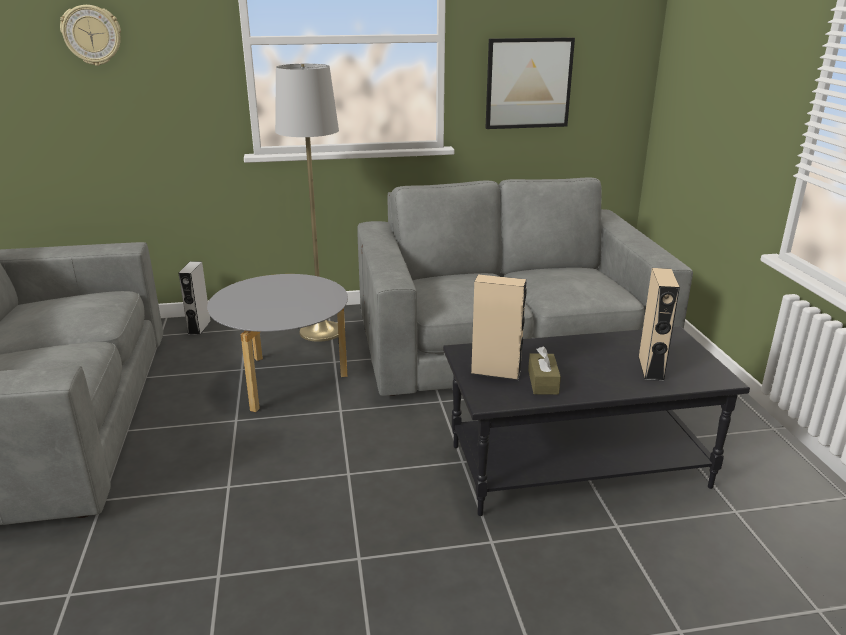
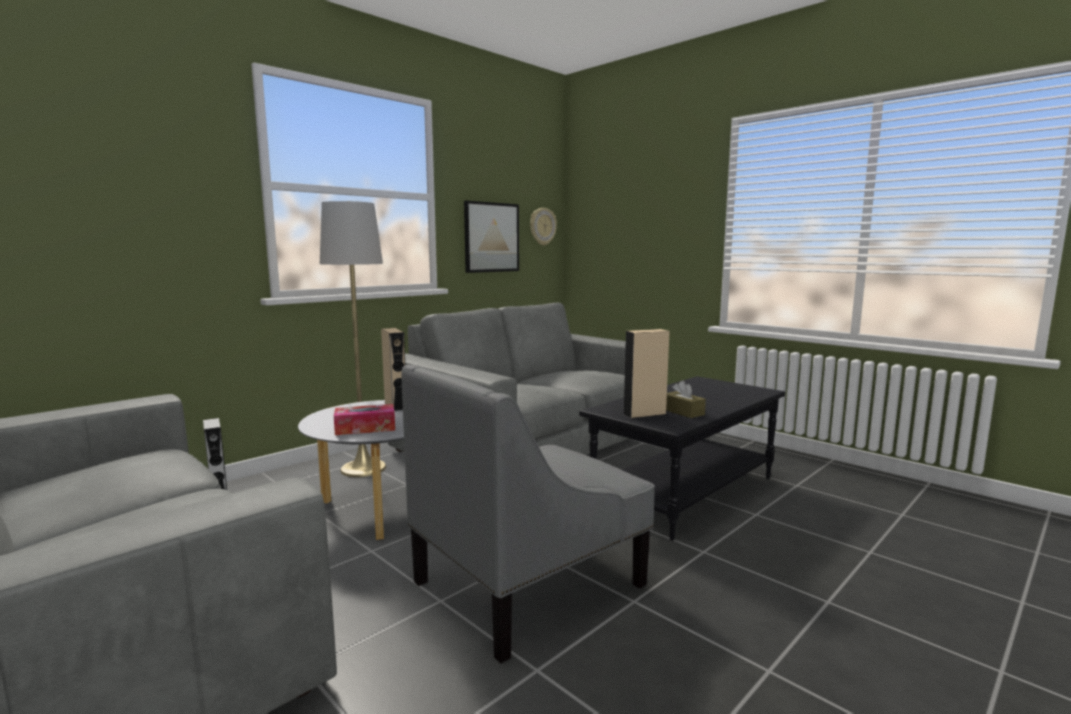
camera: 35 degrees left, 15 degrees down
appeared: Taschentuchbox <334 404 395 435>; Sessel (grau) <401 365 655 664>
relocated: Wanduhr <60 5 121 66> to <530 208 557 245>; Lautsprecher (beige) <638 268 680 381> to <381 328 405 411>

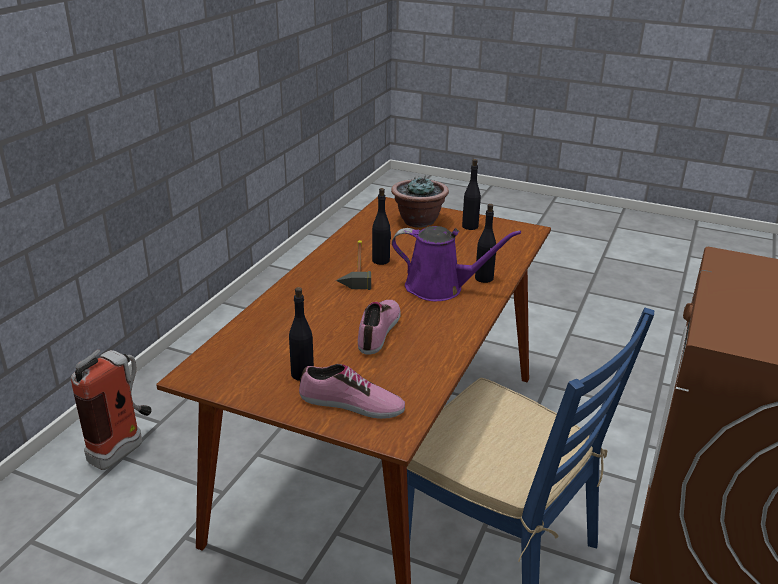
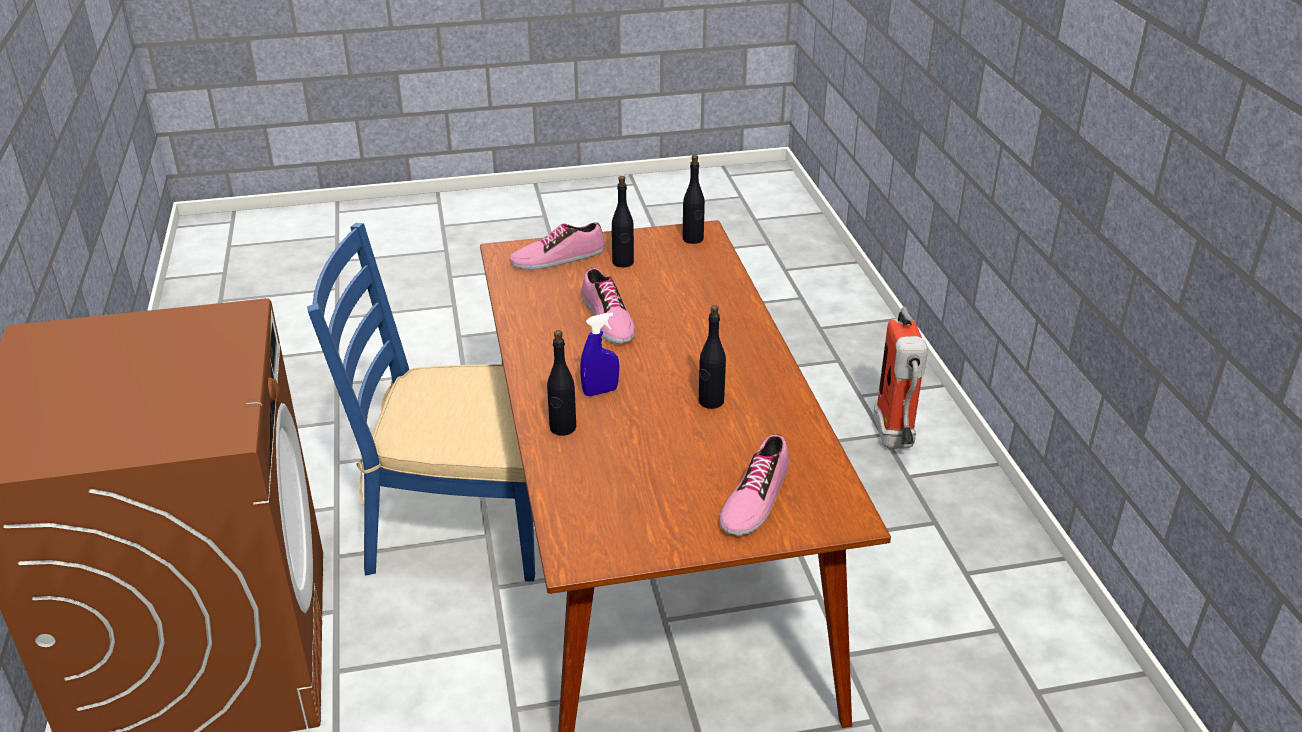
camera: 145 degrees right, 5 degrees up
missing: Hammer <336 240 371 290>
relocated: Flasche (schwarz) <462 159 481 230> to <683 155 705 244>
exchanged: Topfpflanze <391 176 449 228> to Schuh <719 434 789 536>; Gießkanne (lila) <392 226 521 301> to Sprühflasche (blau) <580 312 619 396>

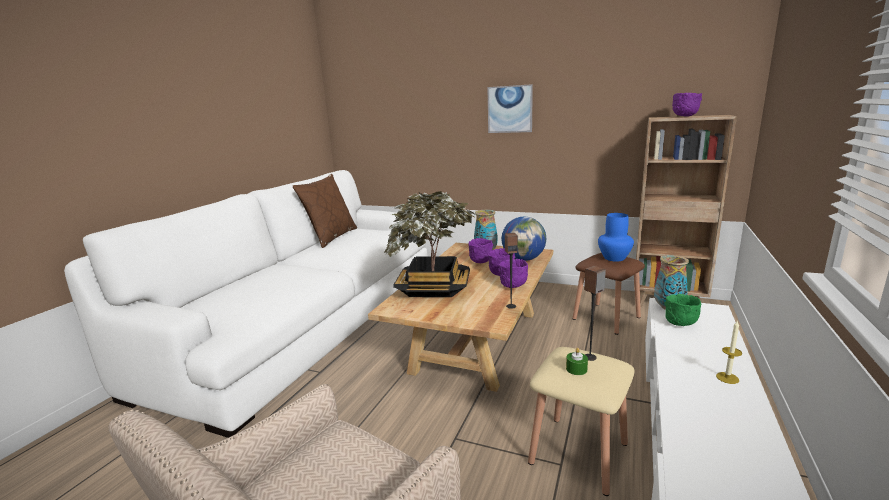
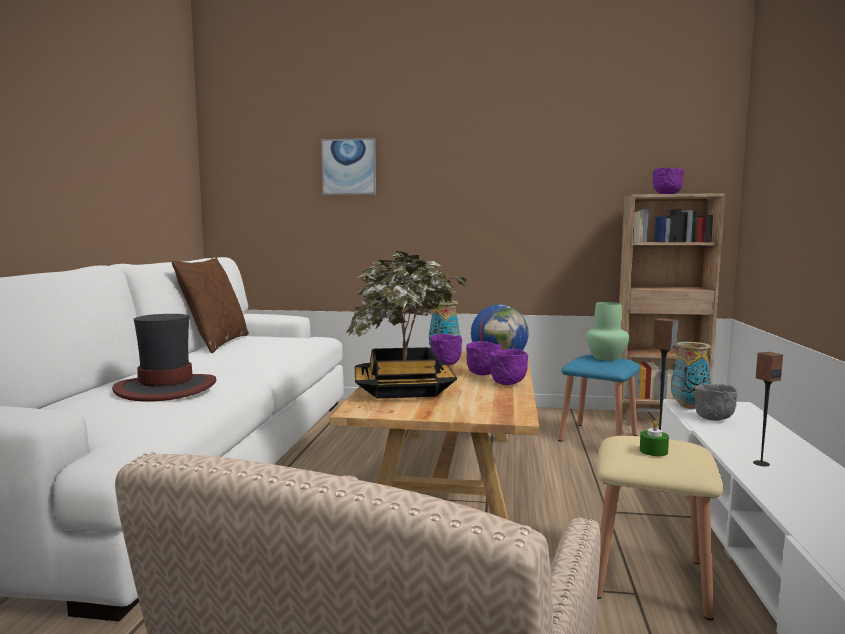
camera: 15 degrees left, 10 degrees down
missing: Kerze <716 320 742 384>
appeared: Hut <112 314 216 402>
relocated: Bild <487 84 533 133> to <321 138 376 195>; Lautsprecher <505 233 518 309> to <753 352 783 467>
colour: Hocker (braun) <573 253 645 335> to Hocker (blau) <558 355 640 442>; Vase (blau) <598 213 634 262> to Vase (grün) <586 302 629 361>; Schüssel (grün) <664 294 701 326> to Schüssel (grau) <693 383 737 421>

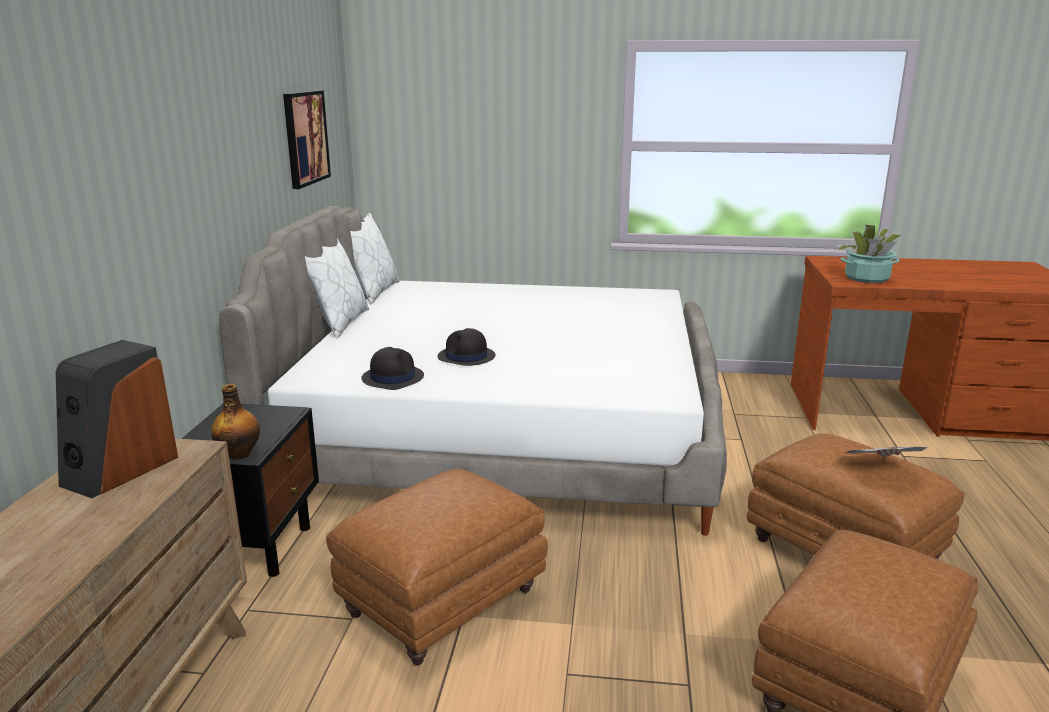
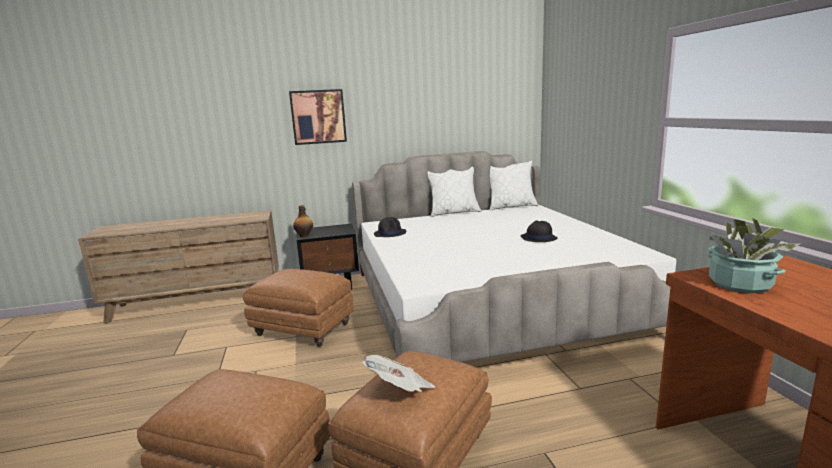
camera: 70 degrees right, 5 degrees down
missing: Lautsprecher <56 340 178 498>
relocated: Bild <283 90 331 189> to <289 89 347 145>; Hut (schwarz) <437 328 495 366> to <521 220 558 242>

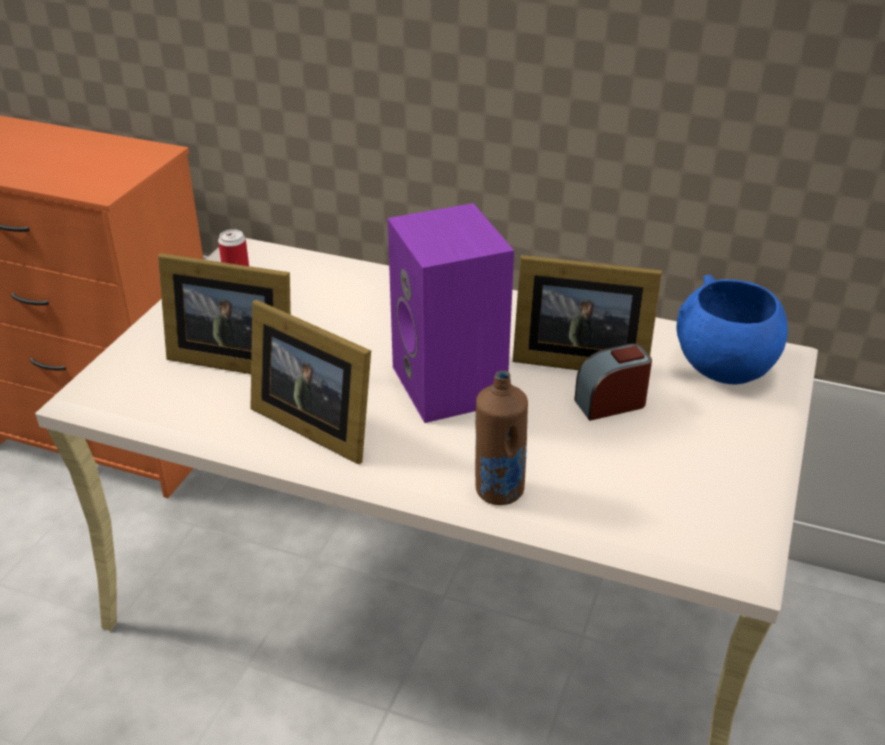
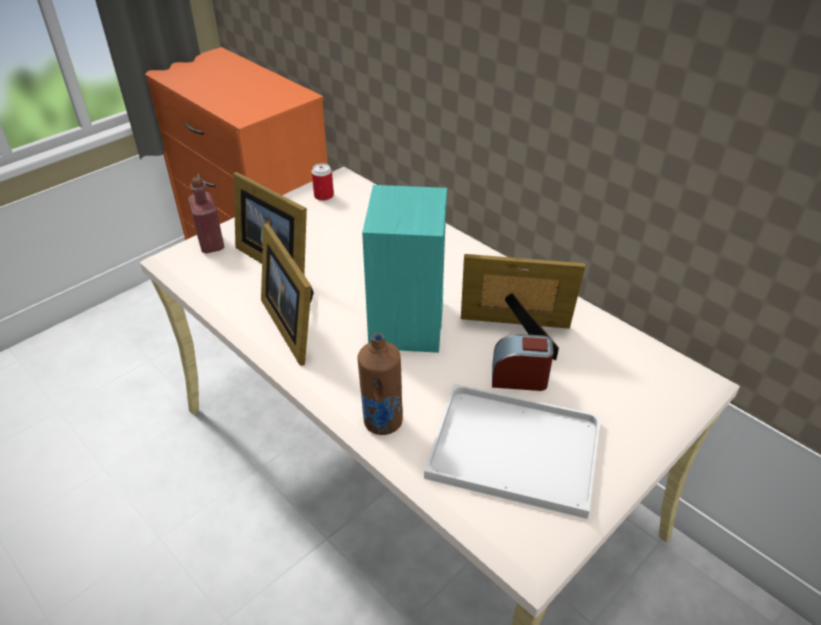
camera: 25 degrees right, 5 degrees up
missing: Schüssel (blau) <677 275 788 385>
appeared: Flasche (rot) <188 177 224 253>; Tablett (weiß) <424 384 601 519>
colour: Lautsprecher (lila) <388 203 514 423> to Lautsprecher (türkis) <362 185 447 353>
spun: Bilderrahmen <513 255 662 370> = <461 254 585 360> 150 degrees clockwise

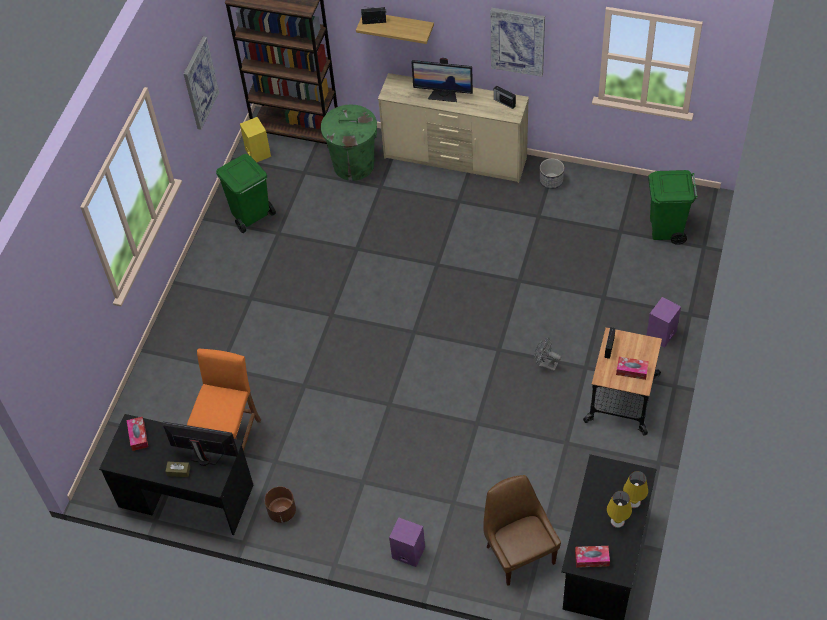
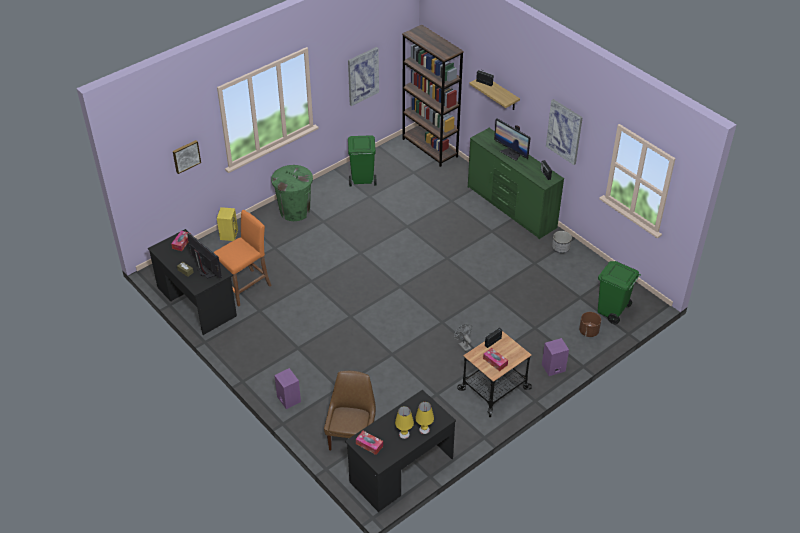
camera: 30 degrees right, 10 degrees down
appeared: Bild <173 140 201 174>
relocated: Lautsprecher (gelb) <240 117 271 162> to <217 207 238 241>; Pflanzkübel (braun) <265 486 296 523> to <579 312 601 337>; Mülleimer (grün) <321 104 377 181> to <271 165 313 221>
colour: Kommode (beige) <378 73 529 183> to Kommode (grün) <468 128 564 239>

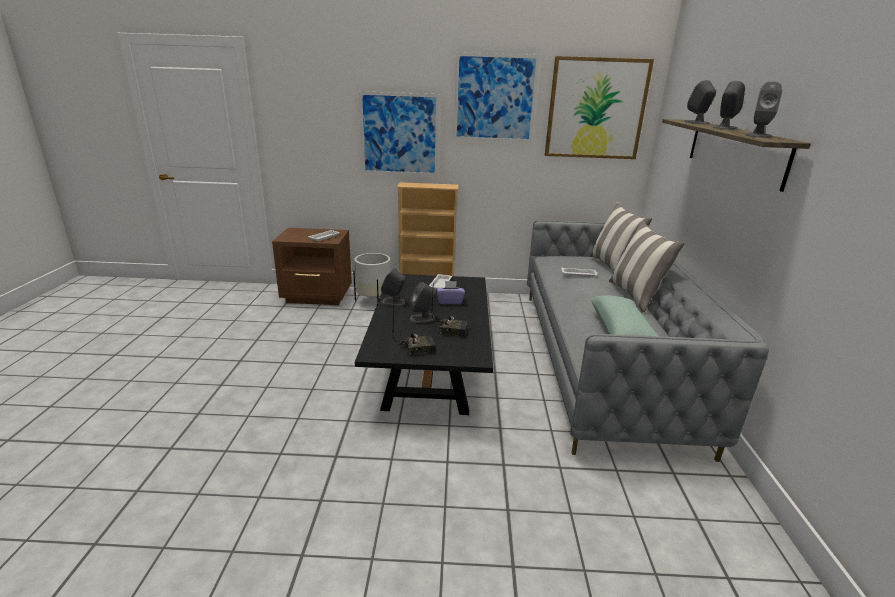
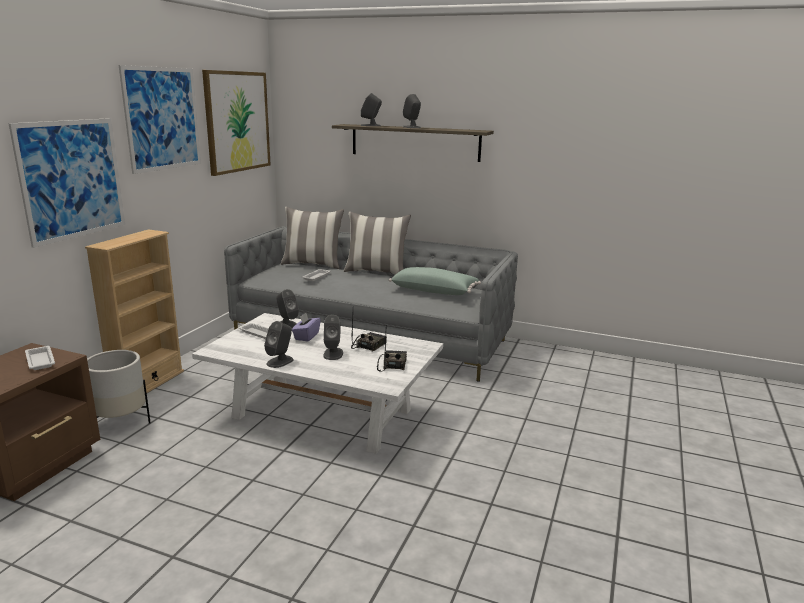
camera: 70 degrees left, 5 degrees down
relocated: Lautsprecher (grau) <745 81 783 138> to <276 289 299 329>
colour: Couchtisch (schwarz) <355 274 493 415> to Couchtisch (weiß) <192 313 443 454>

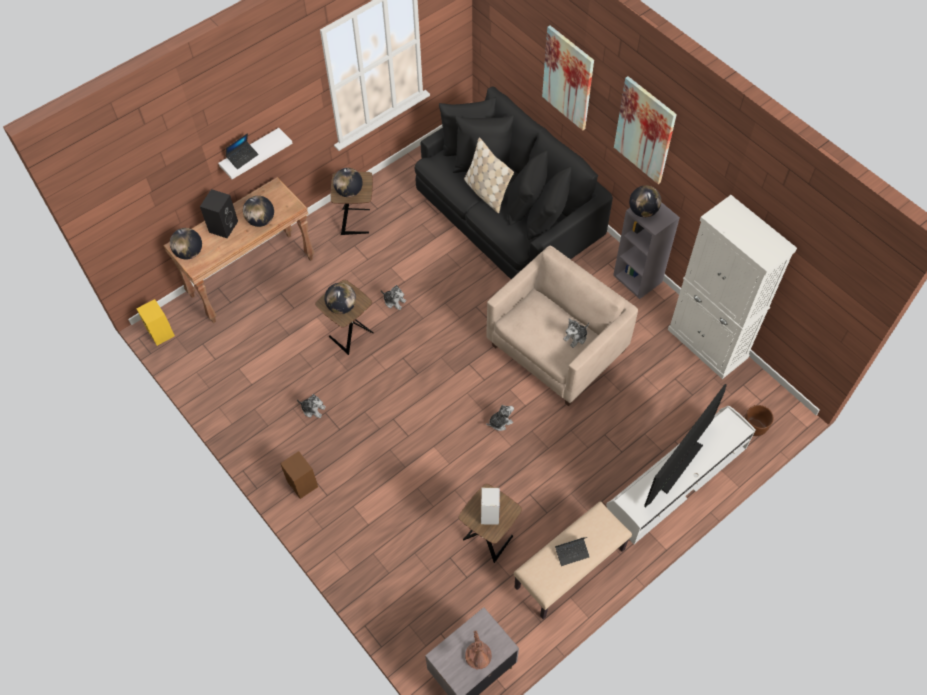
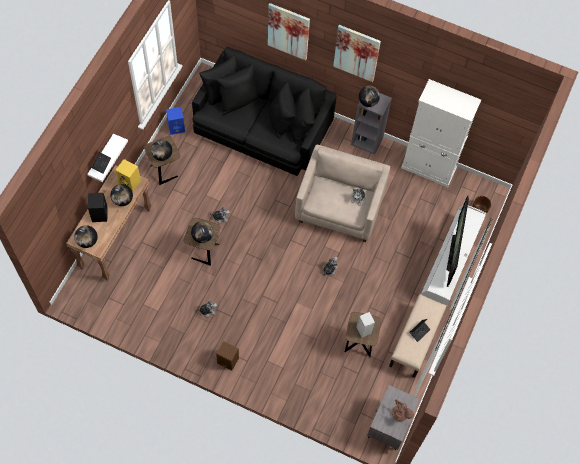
camera: 30 degrees left, 5 degrees up
missing: Kissen (beige) <464 137 514 213>
appeared: Lautsprecher (blau) <166 107 185 135>
relocated: Lautsprecher (gelb) <137 299 175 346> to <116 159 141 192>

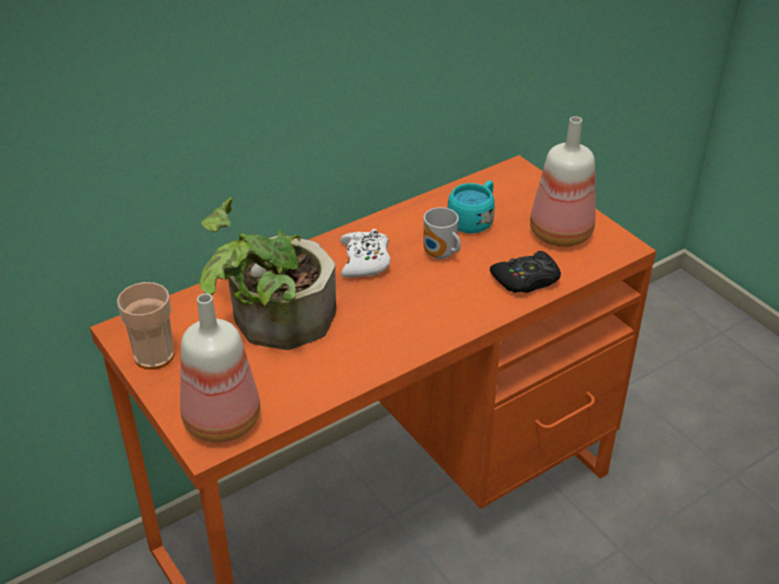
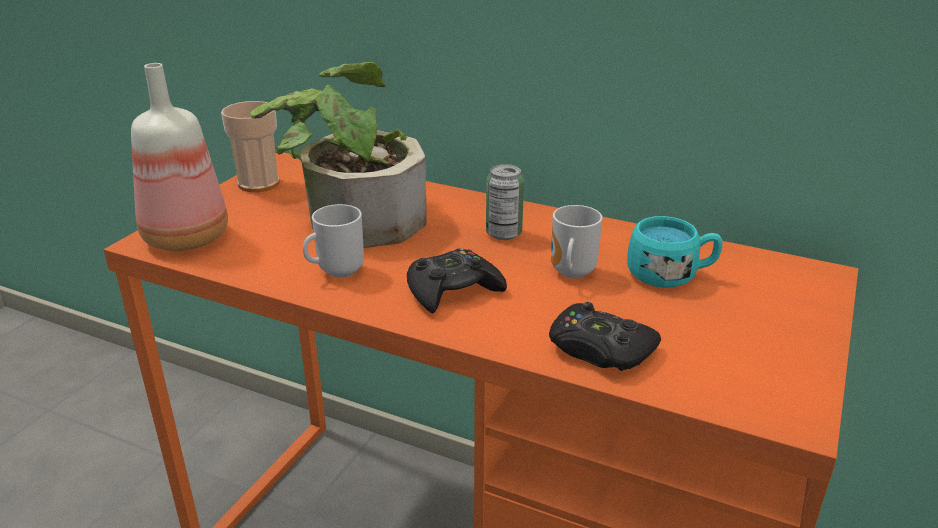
camera: 60 degrees right, 10 degrees down
missing: Flasche <530 116 596 247>
appeared: Henkelbecher <303 204 364 278>; Gamepad (schwarz) <407 248 507 313>
exchanged: Gamepad (weiß) <340 229 391 278> to Dose <486 164 524 240>

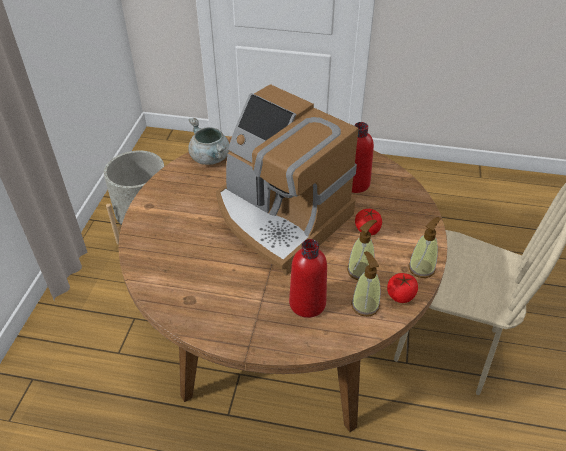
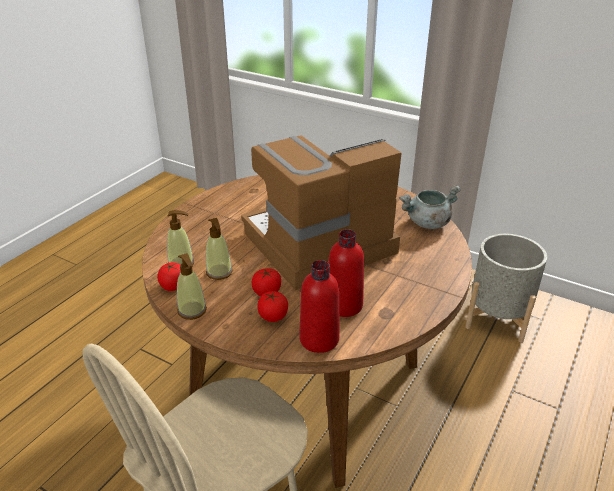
camera: 110 degrees right, 10 degrees down
appeared: Tomate <257 291 288 322>
relocated: Flasche (rot) <289 239 327 318> to <299 260 339 353>

